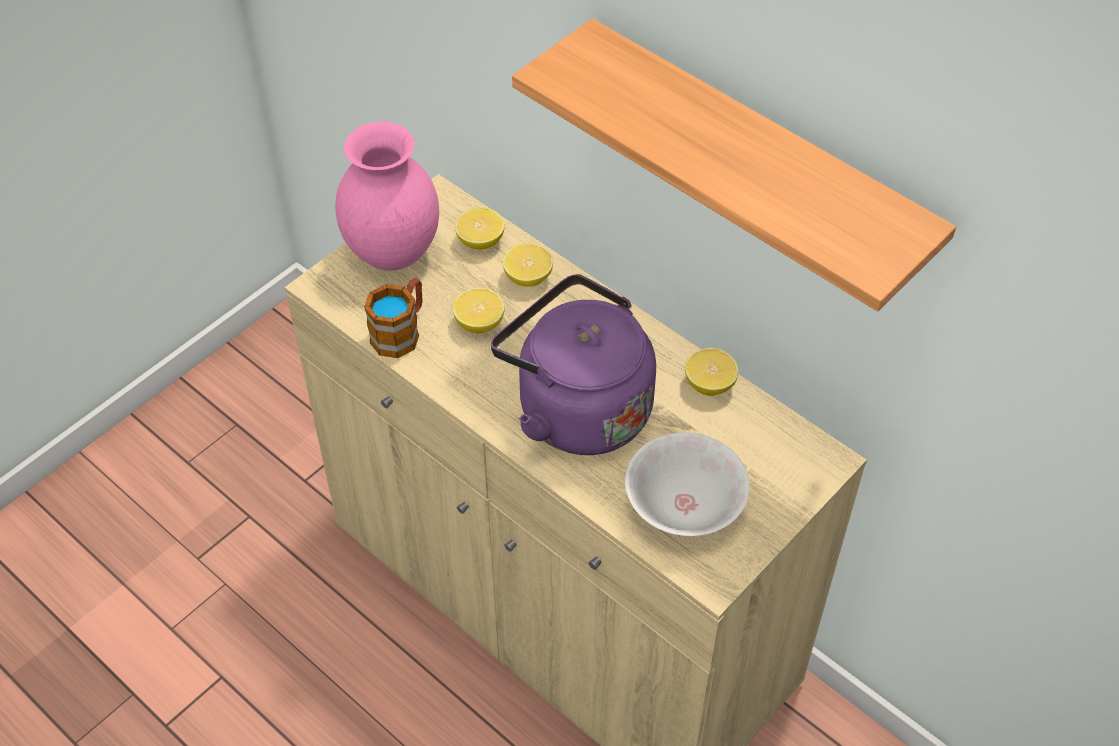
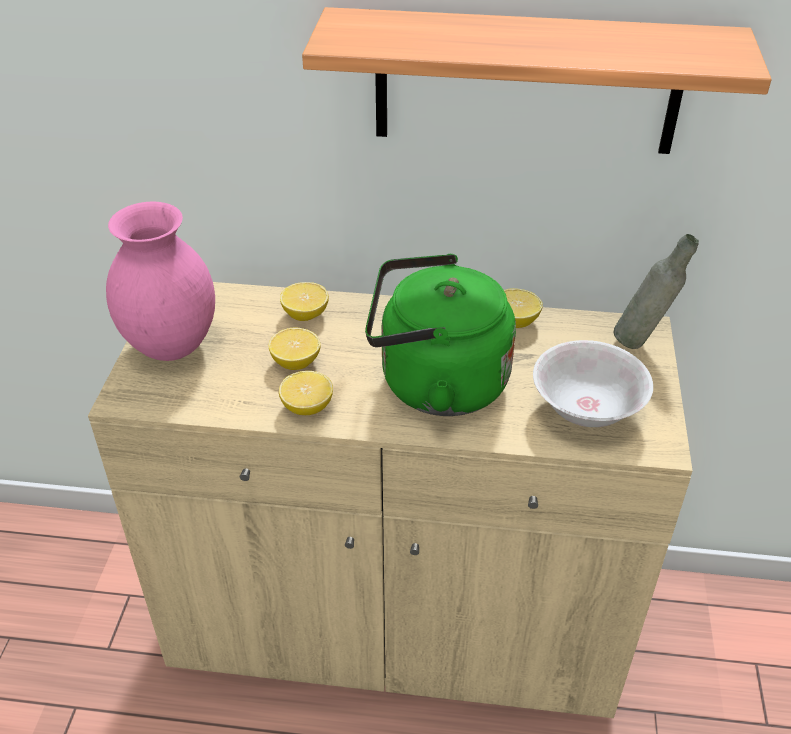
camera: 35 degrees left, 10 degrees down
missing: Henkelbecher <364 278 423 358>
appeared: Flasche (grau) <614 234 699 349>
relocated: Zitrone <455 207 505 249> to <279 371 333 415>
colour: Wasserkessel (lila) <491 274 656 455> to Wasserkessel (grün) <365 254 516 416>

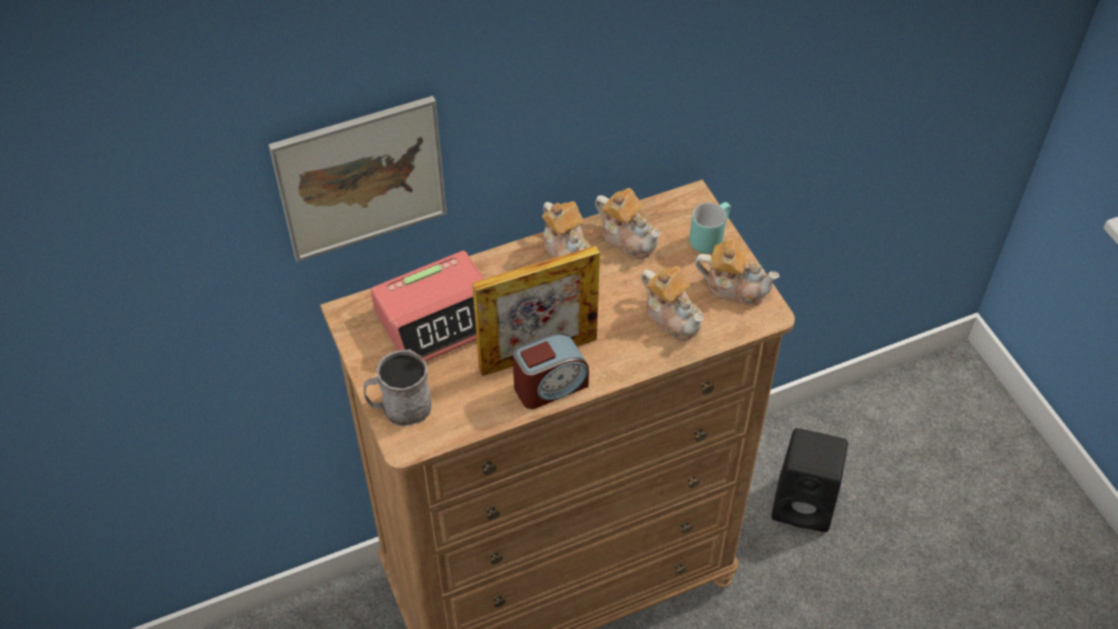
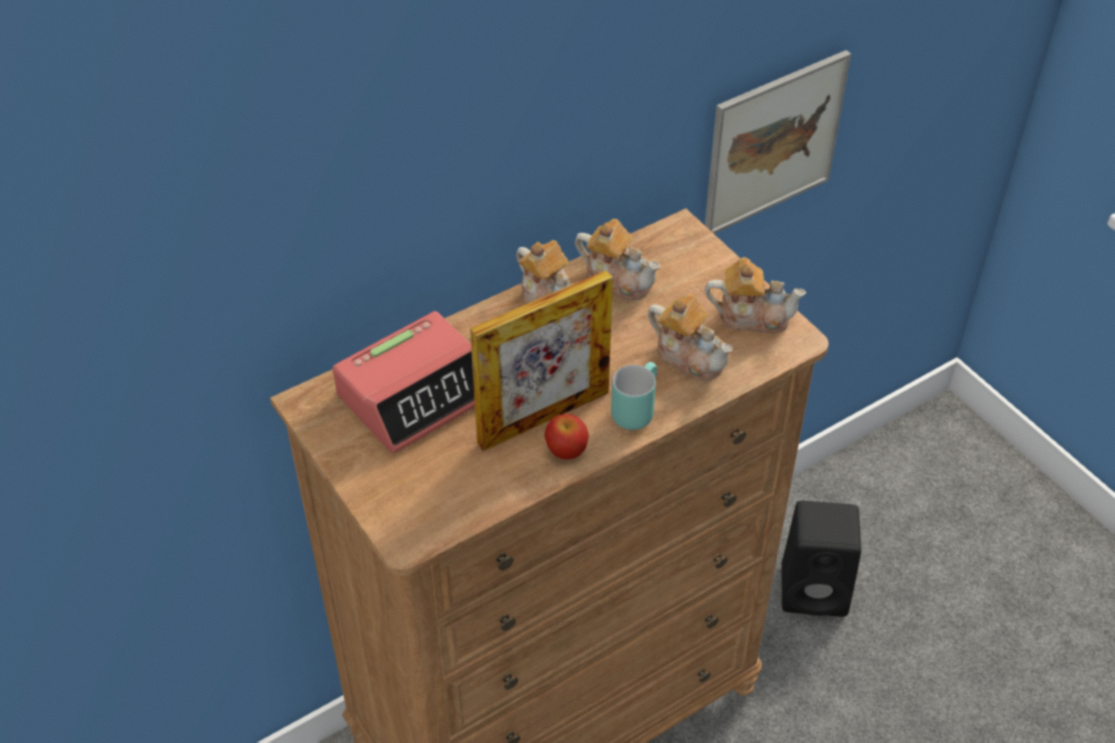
camera: 10 degrees left, 5 degrees down
missing: Henkelbecher (grau) <364 349 432 426>
relocated: Bild <268 96 447 262> to <705 50 851 234>; Henkelbecher (türkis) <689 202 731 254> to <611 362 657 430>
exchanged: Wecker <513 332 589 409> to Apfel <545 414 588 460>

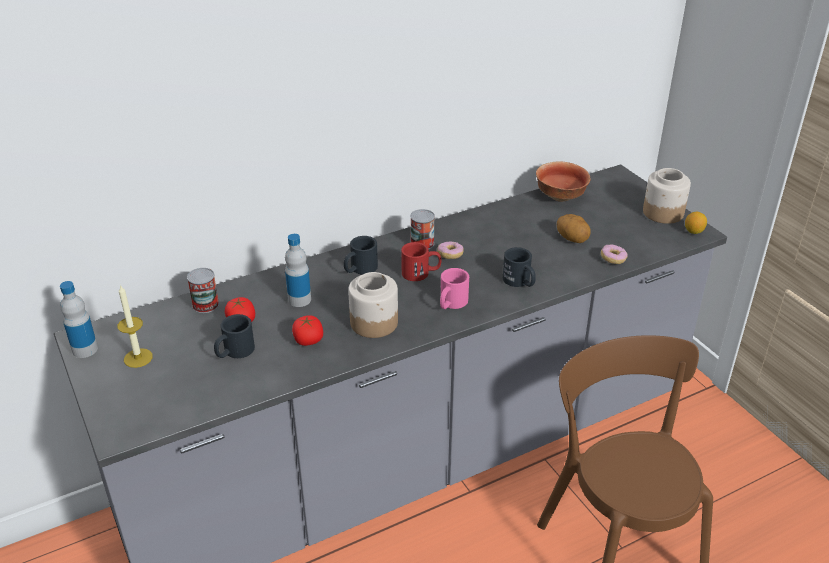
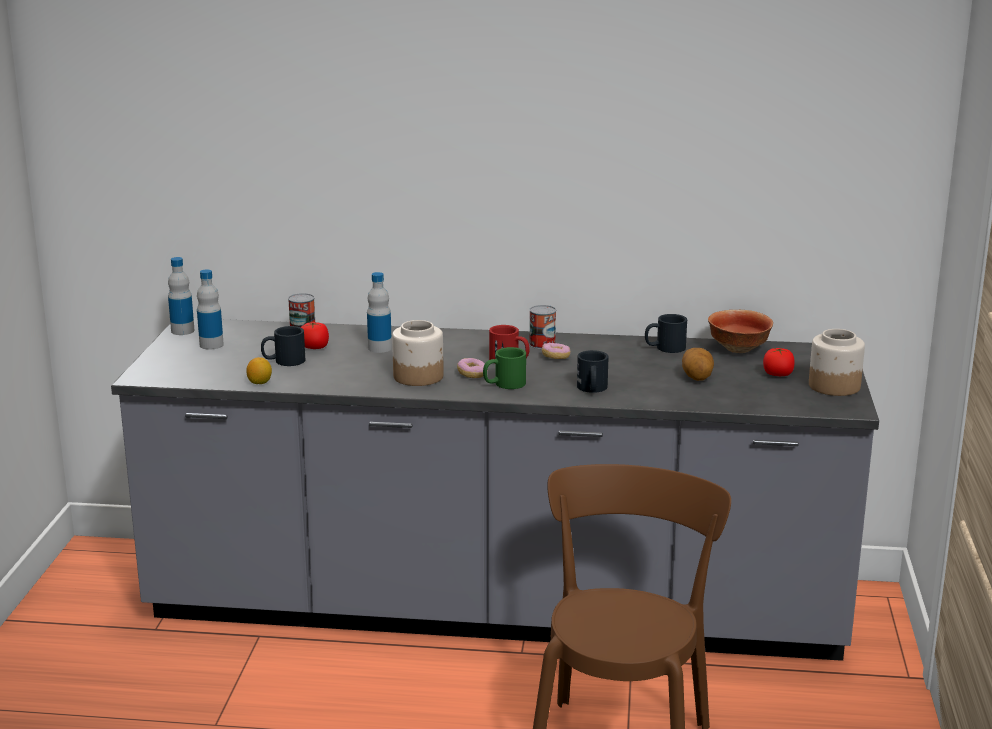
camera: 35 degrees right, 15 degrees down
relocated: Tomate <292 315 323 346> to <763 348 795 376>; Henkelbecher (schwarz) <344 236 378 275> to <645 314 687 353>; Donut <601 245 628 264> to <457 358 485 378>; Zitrone <685 212 707 234> to <246 357 272 384>
exchanged: Kerze <117 284 153 368> to Flasche <197 269 224 350>
colour: Henkelbecher (rosa) <440 268 469 309> to Henkelbecher (grün) <483 347 526 389>

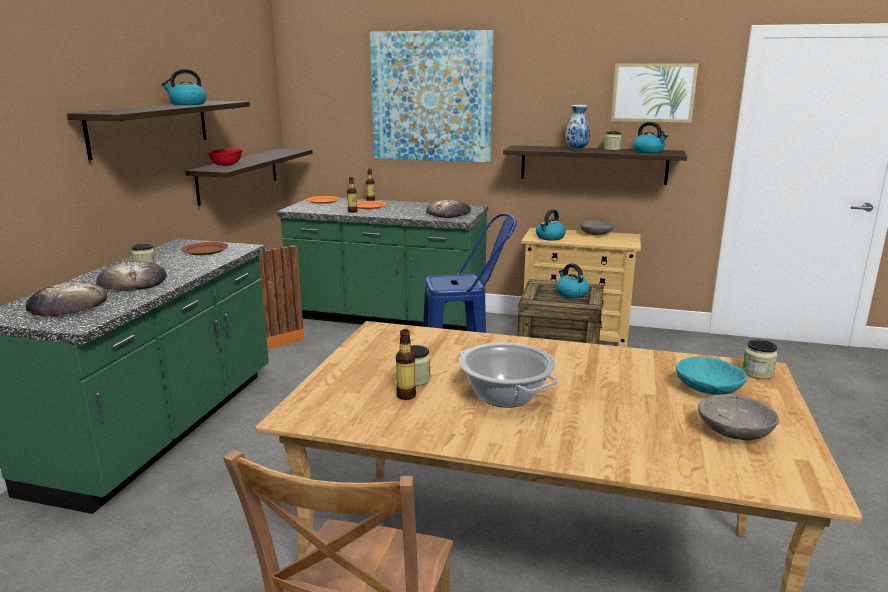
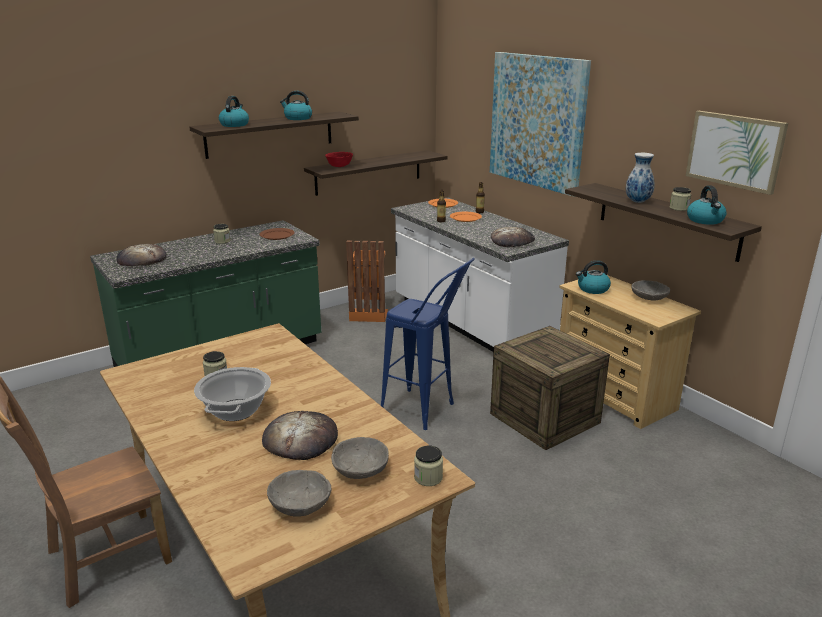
camera: 40 degrees right, 5 degrees up
missing: Flasche <396 329 416 400>
relocated: Brot <96 261 167 291> to <262 411 338 460>; Wasserkessel <556 263 589 298> to <219 96 249 127>
colour: Küchenzeile (grün) <277 196 488 331> to Küchenzeile (weiß) <391 197 569 352>; Schüssel (türkis) <676 357 747 395> to Schüssel (grau) <331 437 389 479>

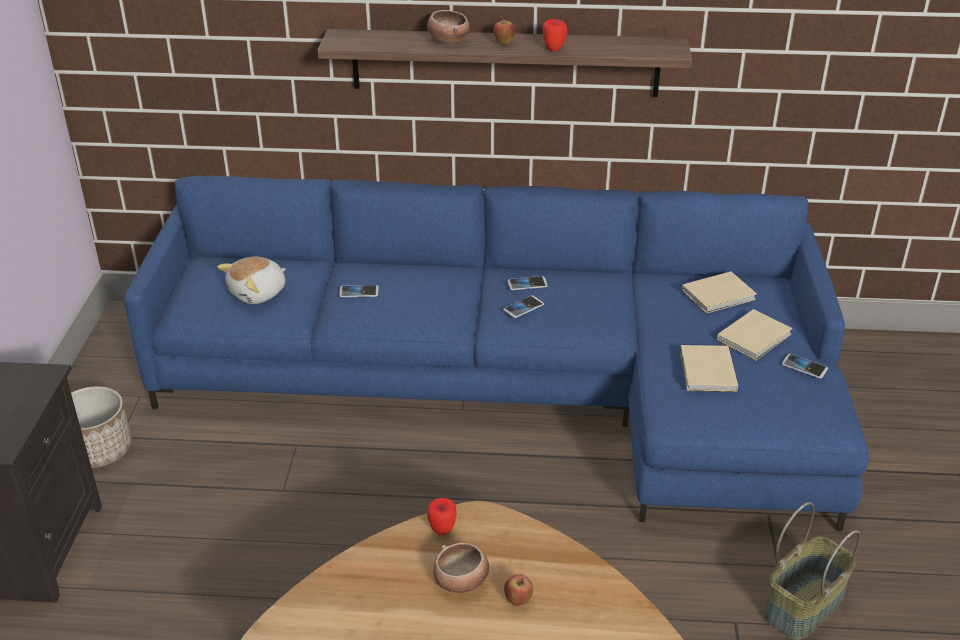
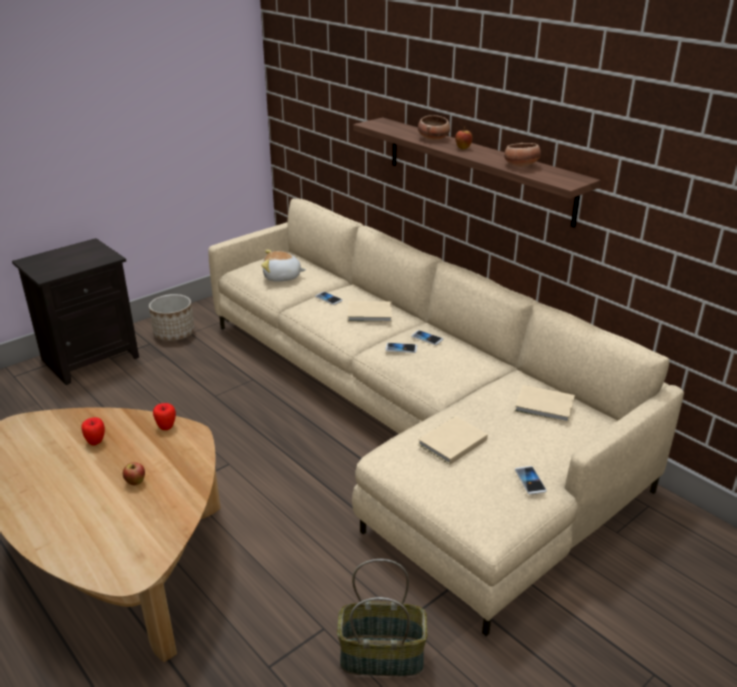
camera: 45 degrees right, 5 degrees down
relocated: Schüssel <433 542 489 593> to <504 143 541 167>; Apfel <543 19 567 51> to <81 417 105 445>; Buch (beige) <717 309 792 361> to <348 301 392 322>
colour: Sofa (blau) <124 176 869 532> to Sofa (beige) <208 198 684 636>

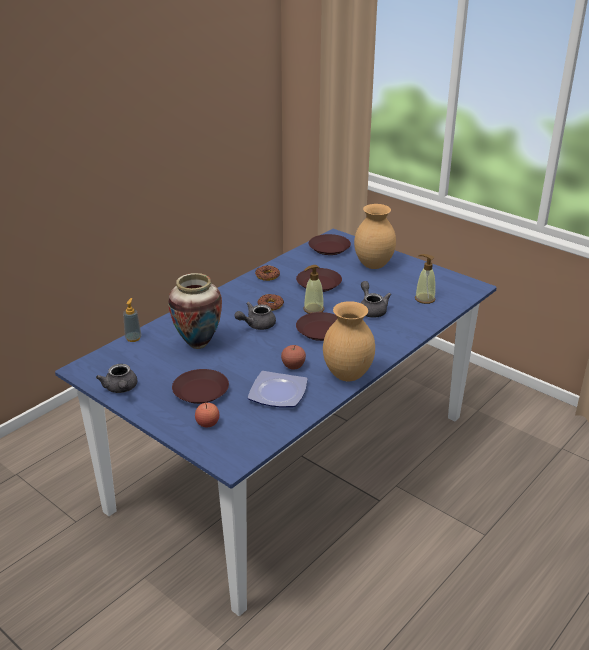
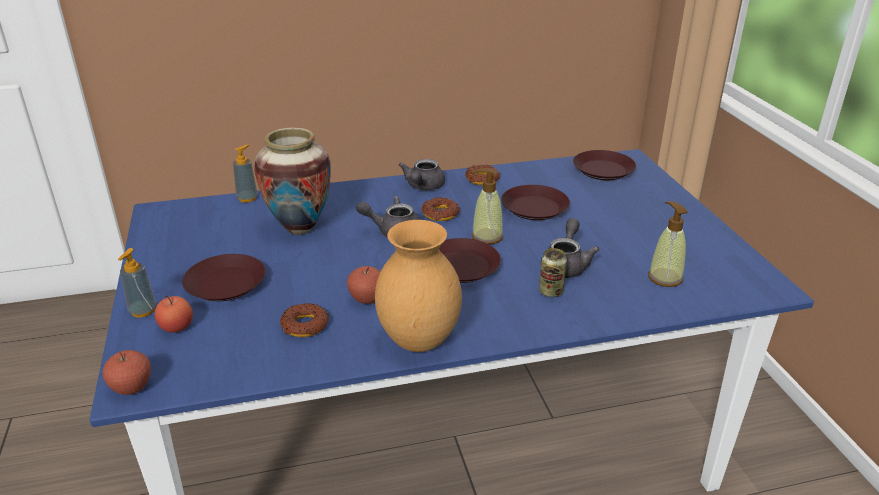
camera: 35 degrees right, 0 degrees up
missing: Vase (braun) <354 204 396 269>
appeared: Apfel <102 350 151 395>; Seifenspender <118 248 156 318>; Dose <539 248 567 297>
relocated: Teekanne (grau) <96 364 137 393> to <399 159 445 190>
exchanged: Teller <248 371 308 408> to Donut <280 303 329 337>

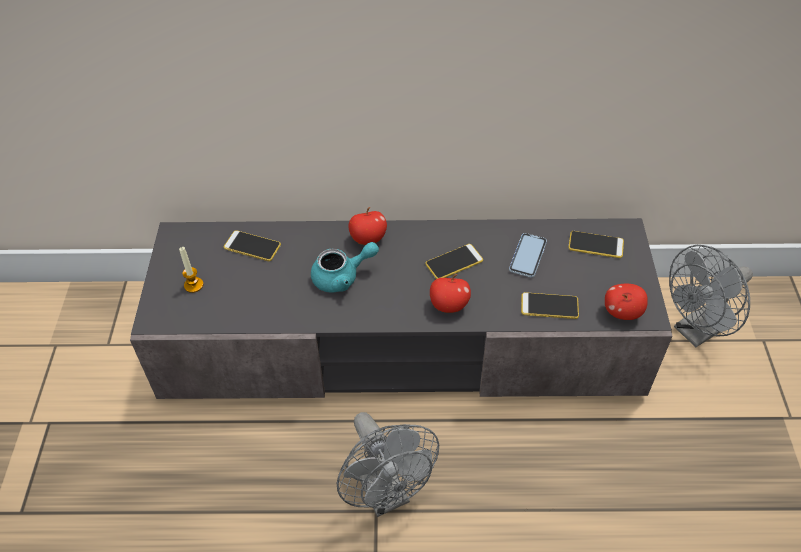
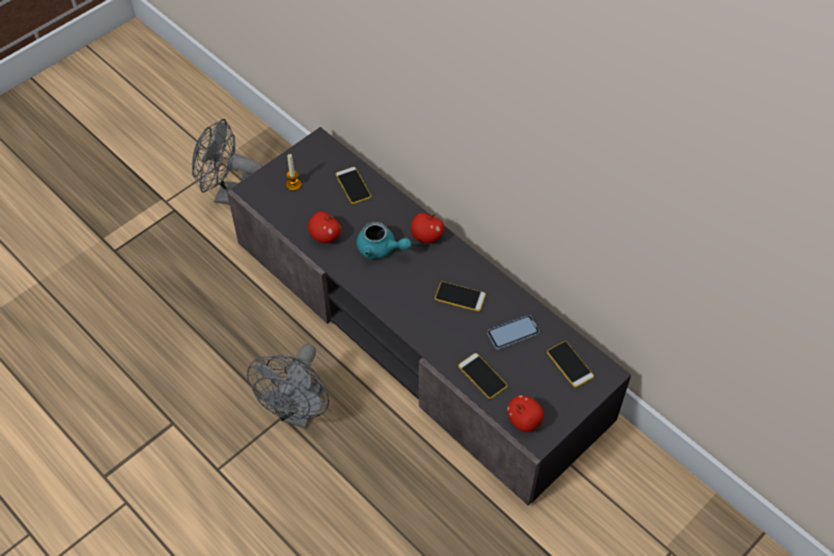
camera: 45 degrees right, 5 degrees up
relocated: Apfel <430 274 471 313> to <308 211 341 244>; Ventilator (grau) <669 245 753 347> to <192 119 263 205>

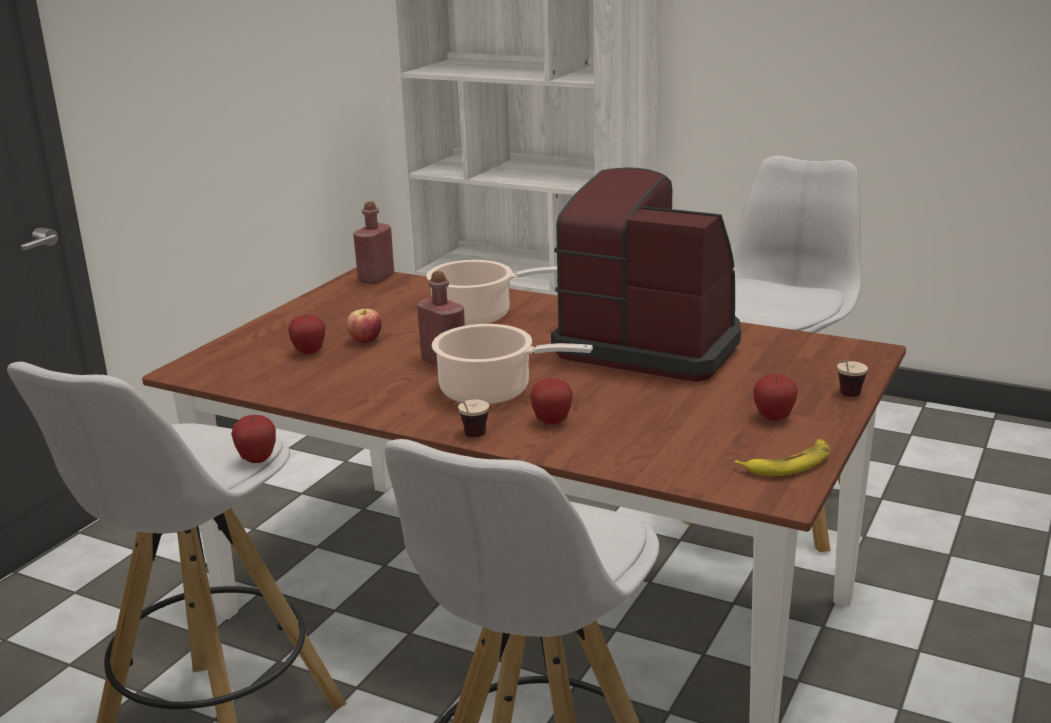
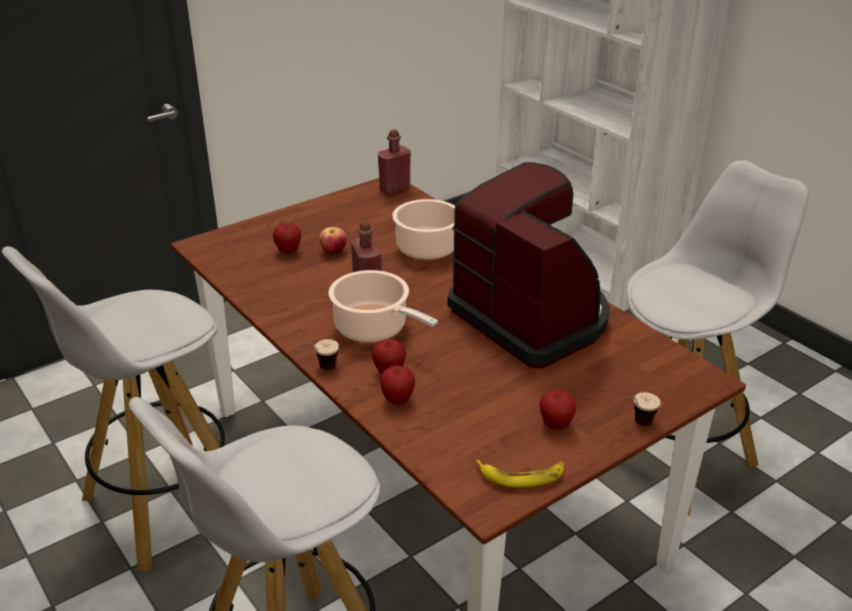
camera: 25 degrees right, 10 degrees up
relocated: Apfel <231 415 276 463> to <380 365 415 404>

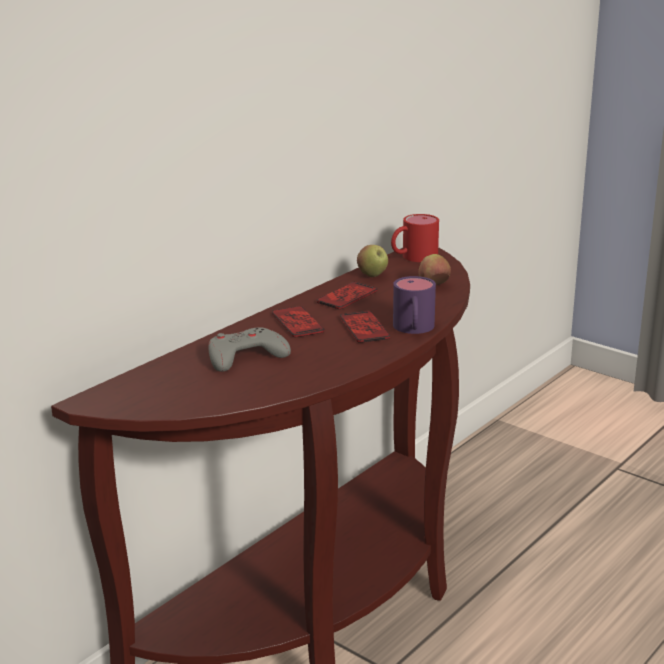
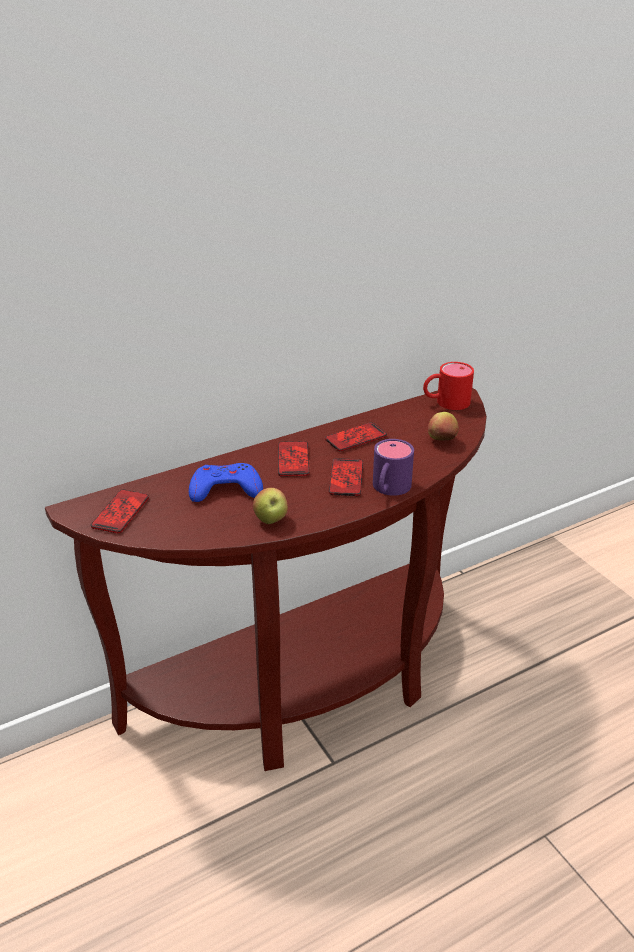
camera: 20 degrees right, 10 degrees up
appeared: Handy <91 490 149 534>
relocated: Apfel <357 245 388 277> to <253 488 288 524>
colour: Gamepad (grau) <208 327 291 372> to Gamepad (blau) <189 463 263 502>

